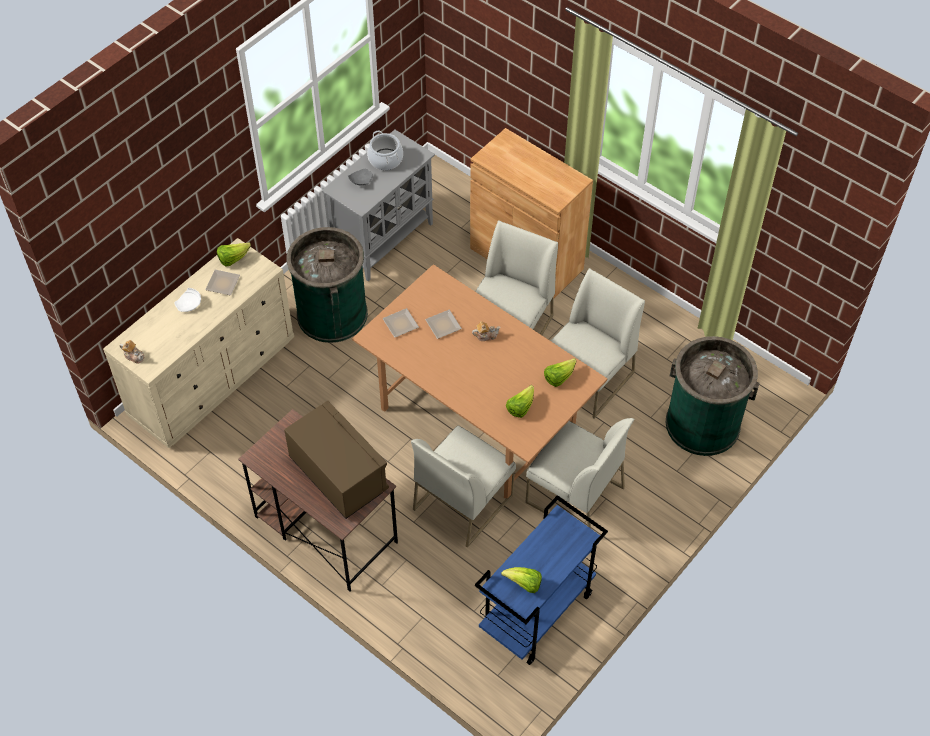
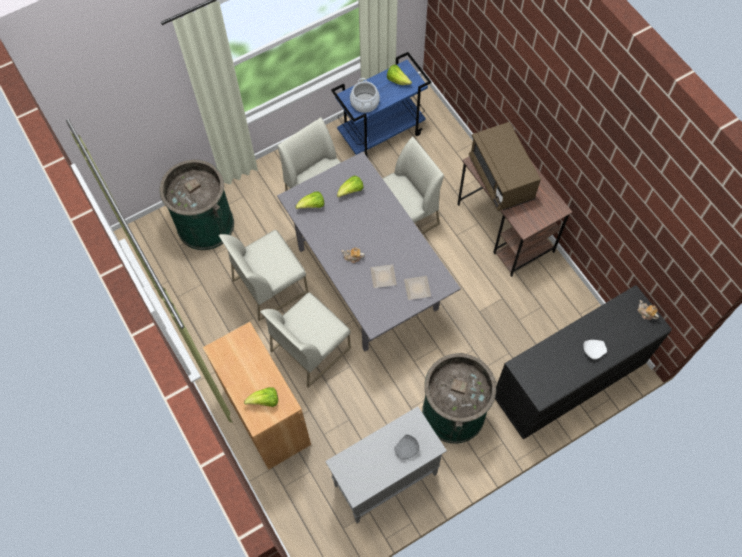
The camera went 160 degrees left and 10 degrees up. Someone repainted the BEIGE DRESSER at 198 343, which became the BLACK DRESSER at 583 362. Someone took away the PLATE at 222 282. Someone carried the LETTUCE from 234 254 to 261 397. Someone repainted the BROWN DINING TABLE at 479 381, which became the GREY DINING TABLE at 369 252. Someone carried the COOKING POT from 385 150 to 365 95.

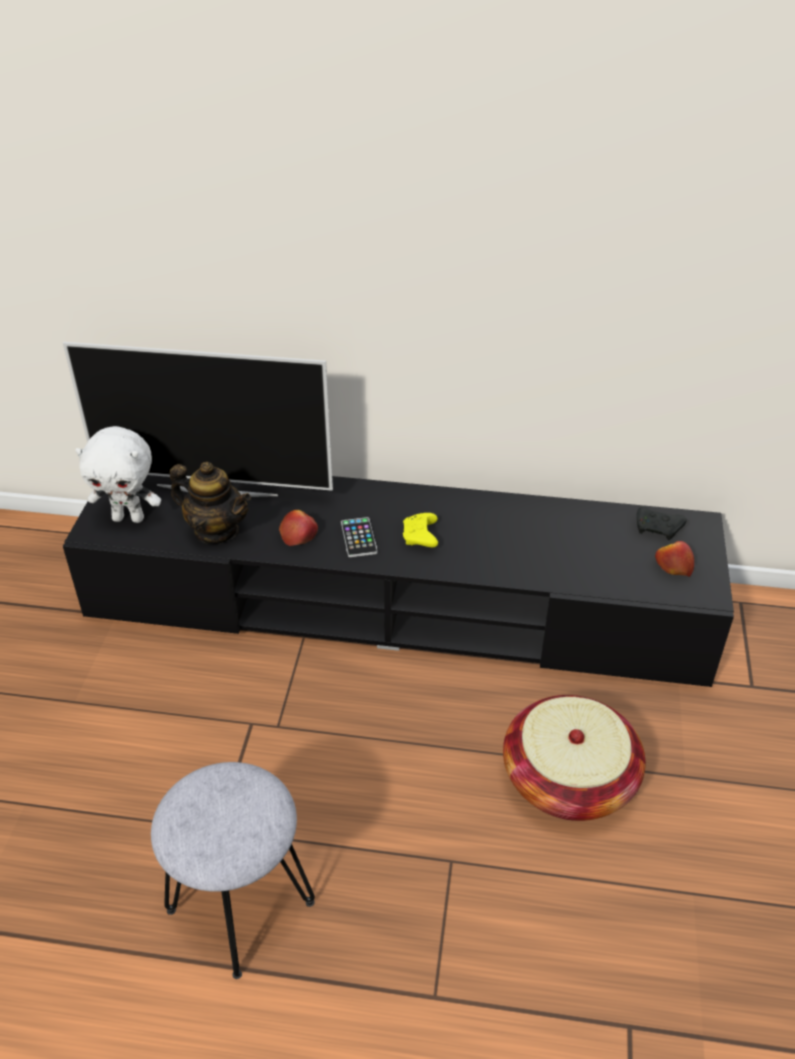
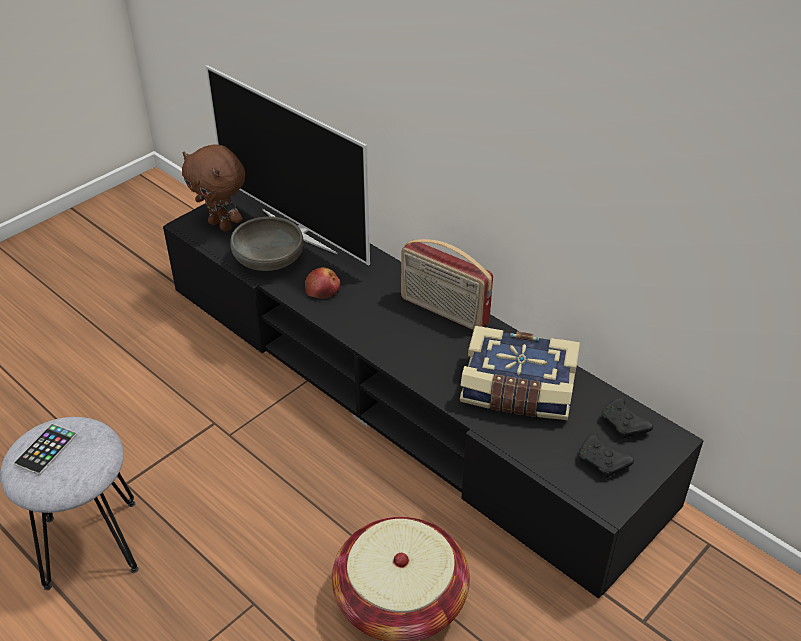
The camera went 35 degrees right and 0 degrees up. Someone repainted the WHITE PLUSH TOY at 118 474, which became the BROWN PLUSH TOY at 213 188. Someone swapped the TEAPOT at 210 503 for the GREY BOWL at 266 244. Someone carried the PHONE from 359 537 to 45 449. Someone took away the YELLOW GAME CONTROLLER at 420 530. Someone swapped the APPLE at 674 559 for the BLACK GAME CONTROLLER at 606 456. Someone put down the RADIO at 447 284. Someone put down the BOOK at 520 373.

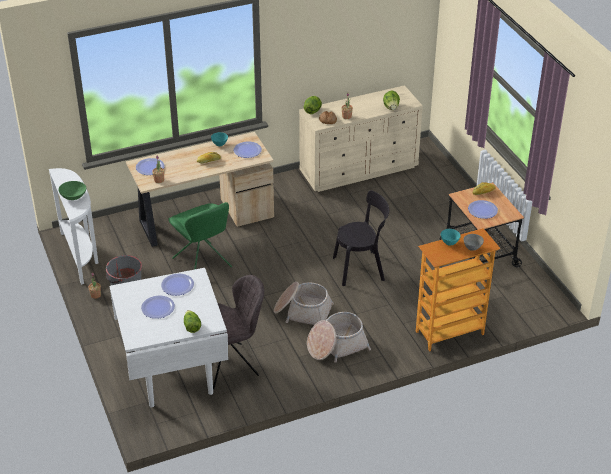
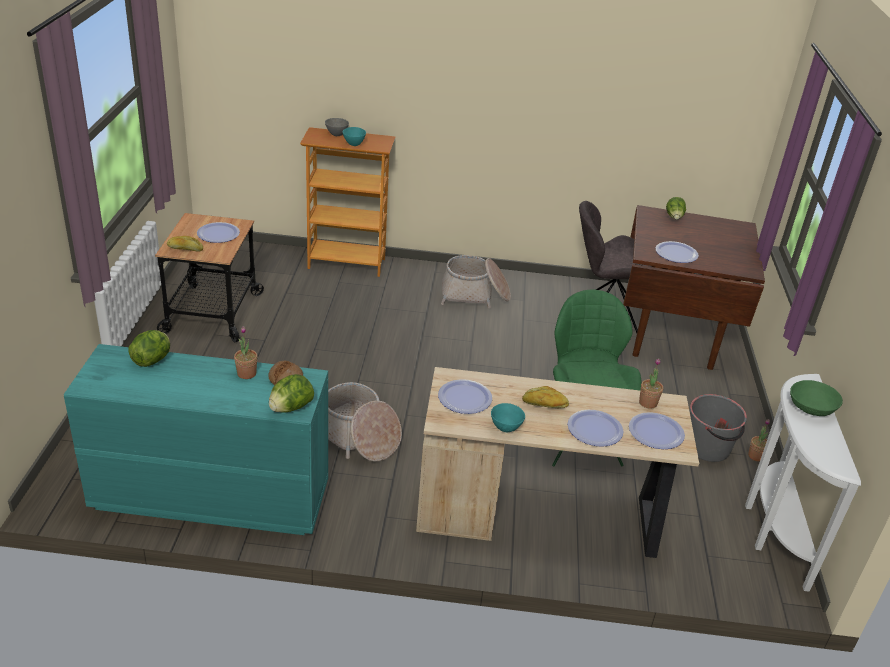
The camera went 155 degrees left and 5 degrees down. Someone repainted the WHITE DINING TABLE at 169 337, which became the BROWN DINING TABLE at 694 287. Someone carried the PLATE from 158 307 to 596 428. Someone carried the BASKET from 304 303 to 365 422. Someone repainted the BEIGE DRESSER at 361 138, which became the TURQUOISE DRESSER at 196 439. Someone took away the BLACK CHAIR at 361 238.

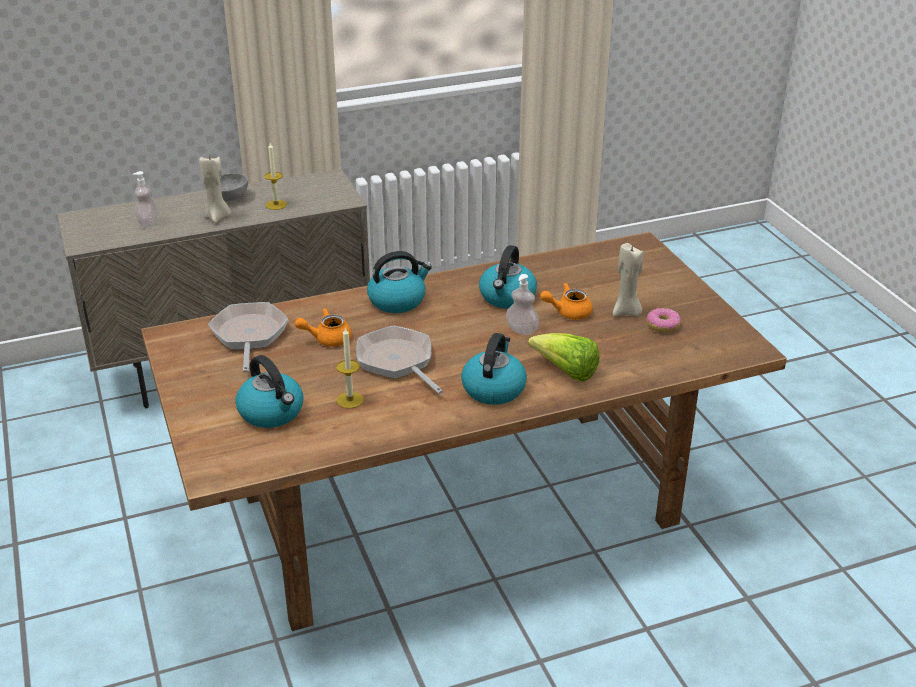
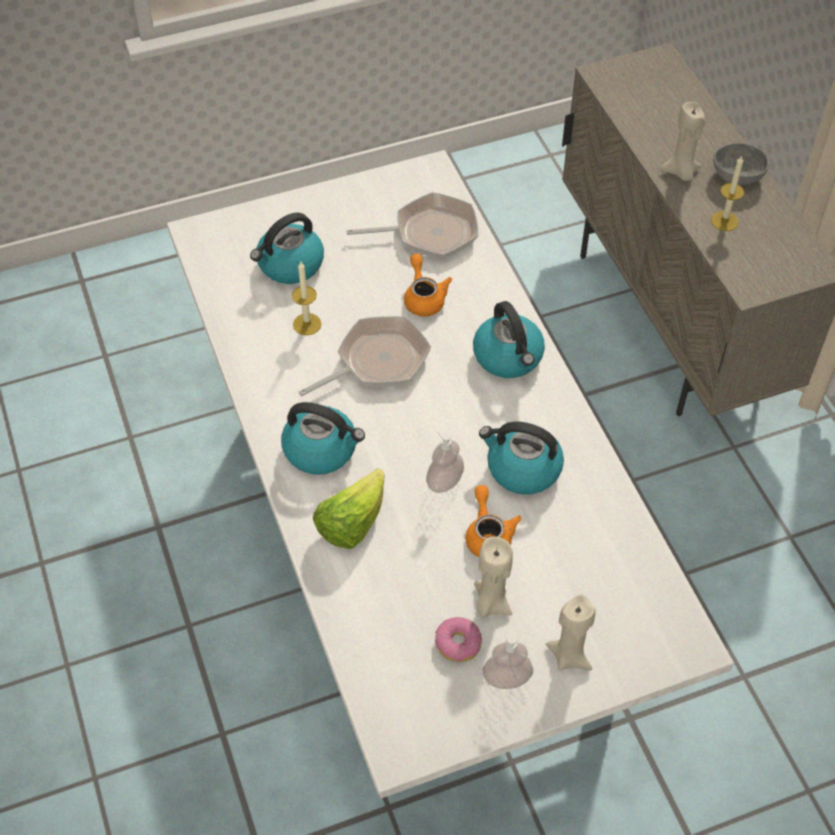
The camera went 90 degrees right and 20 degrees up. Someone carried the SOAP DISPENSER from 145 199 to 508 659. Someone repainted the BROWN DINING TABLE at 464 431, which became the WHITE DINING TABLE at 450 474. Someone put down the BEIGE CANDLE at 571 632.

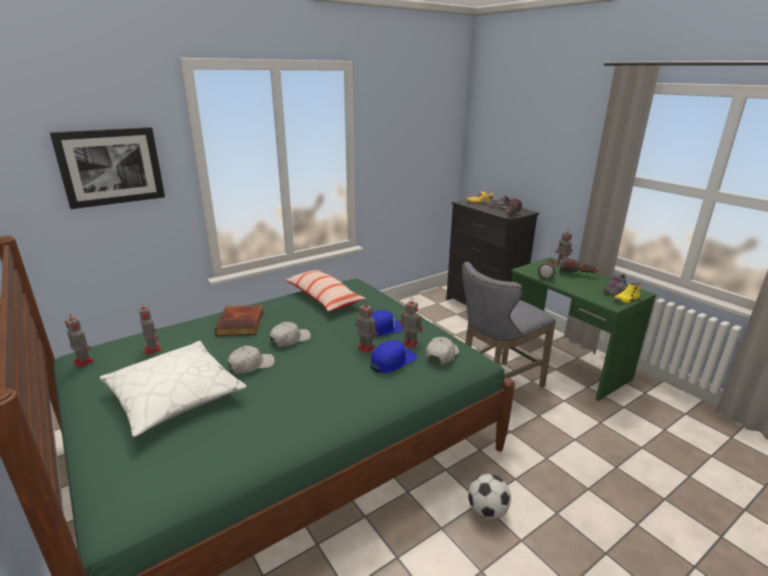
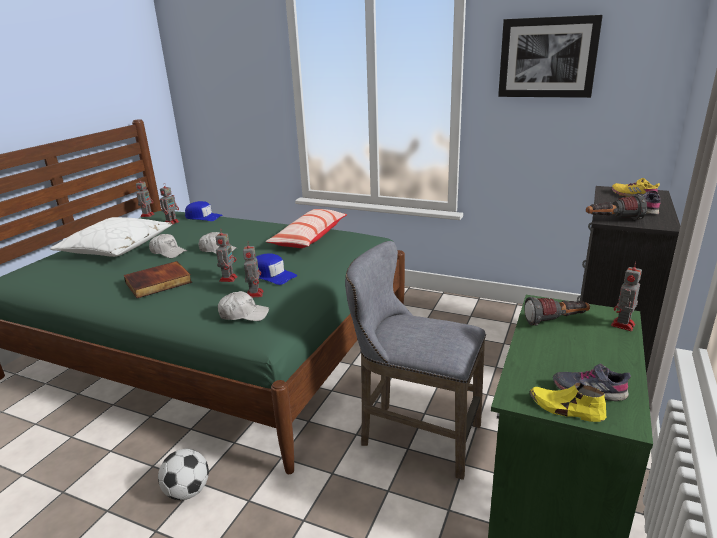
The camera went 60 degrees right and 0 degrees up. Someone carried the PICTURE from 107 168 to 550 56. Someone carried the BOOK from 239 320 to 158 279. Someone carried the BLUE CAP from 394 356 to 204 211. Someone took away the FLASHLIGHT at 579 264.

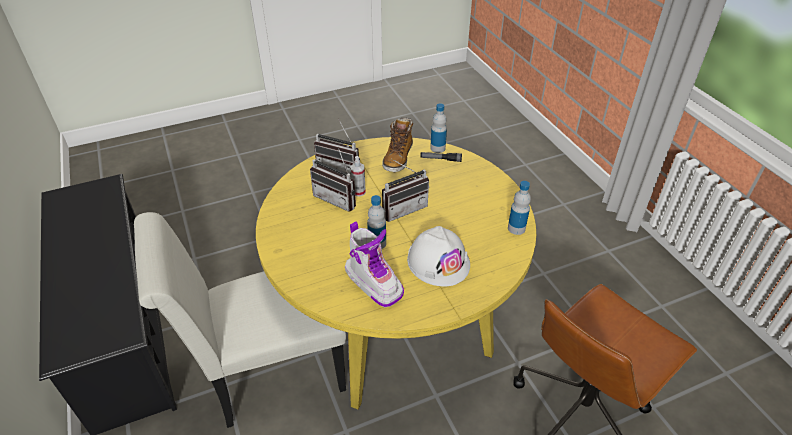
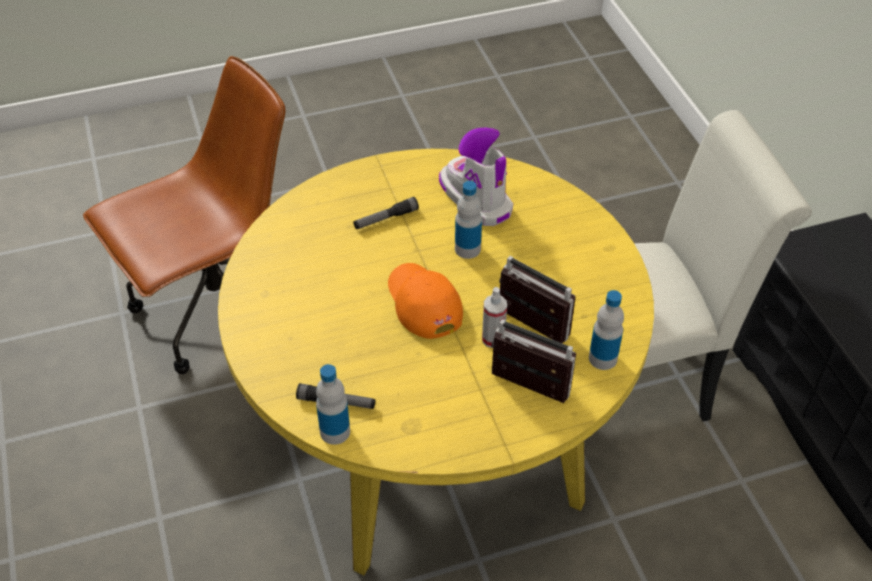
The camera went 175 degrees left and 5 degrees up. Someone took away the BOOT at 397 145. Someone swapped the RADIO at 405 190 for the ORANGE CAP at 425 301. Someone swapped the WHITE HARD HAT at 438 256 for the FLASHLIGHT at 386 213. Someone carried the BOTTLE from 519 208 to 606 330.

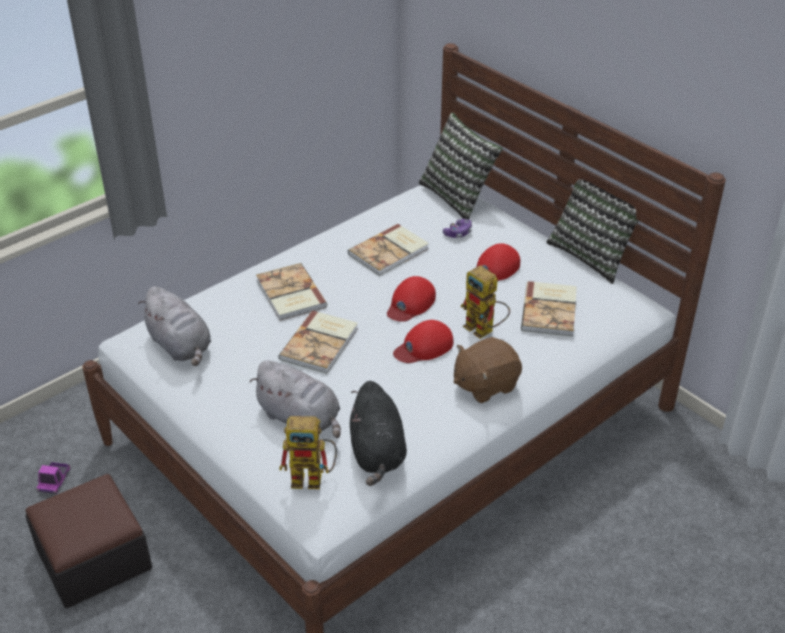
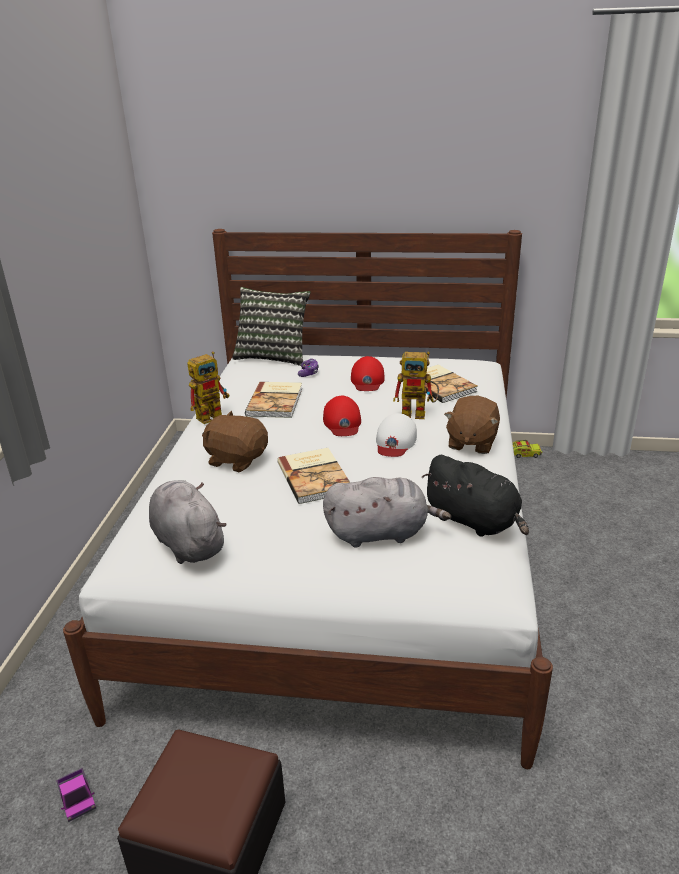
The camera went 40 degrees left and 10 degrees down. Someone rotated the GREY PLUSH TOY at 174 326 by 135 degrees counterclockwise. Someone swapped the BOOK at 292 292 for the BROWN PLUSH TOY at 235 442. Someone carried the TOY ROBOT from 308 452 to 208 388. Someone repainted the RED CAP at 423 341, which became the WHITE CAP at 396 435. Someone took away the PILLOW at 592 225. Someone put down the TOY TRUCK at 527 449.

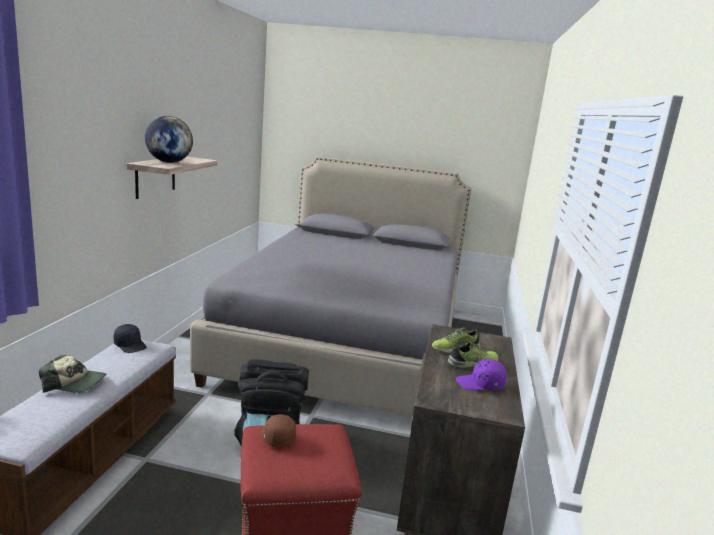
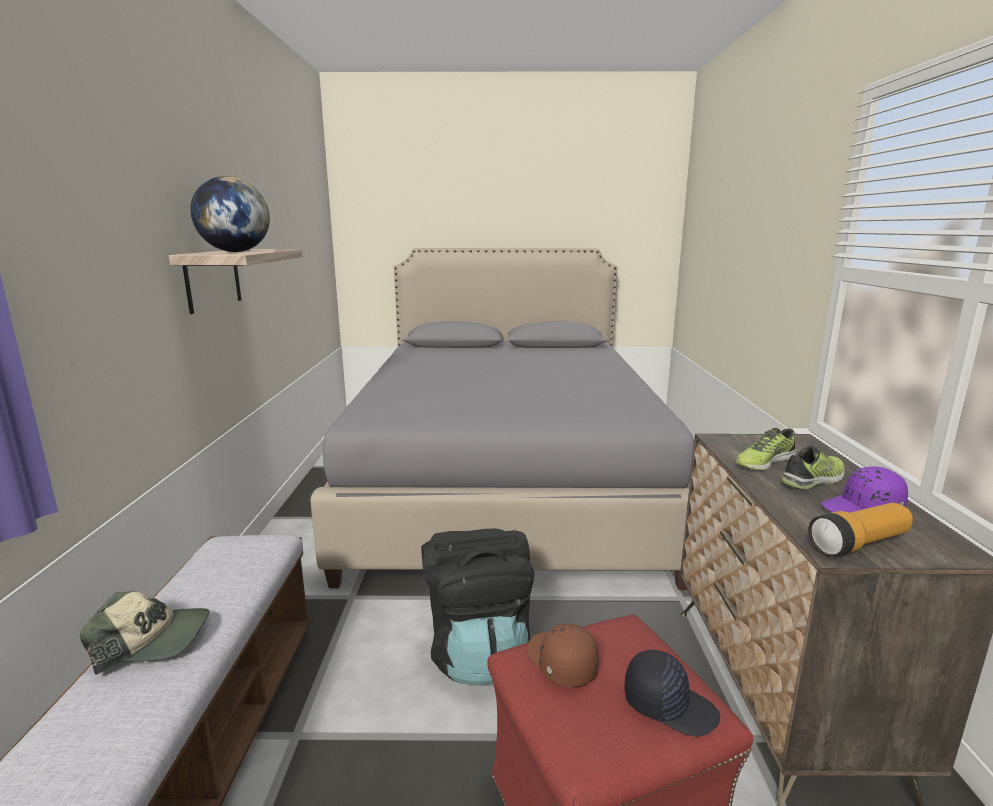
The camera went 10 degrees left and 0 degrees up. Someone carried the BLACK CAP from 130 338 to 672 693. Someone put down the FLASHLIGHT at 860 530.

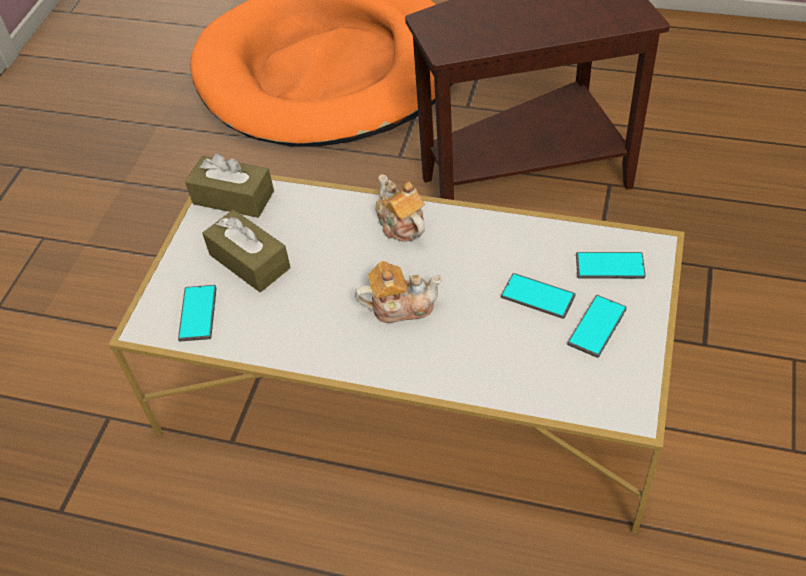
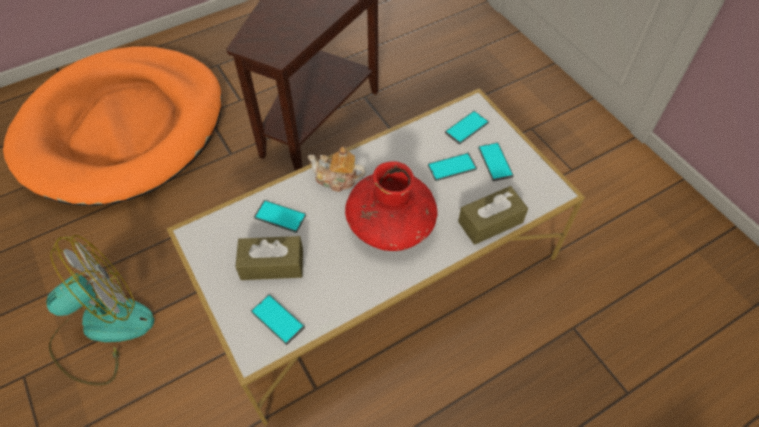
The camera went 50 degrees left and 5 degrees up. Someone carried the BROWN TISSUE BOX from 229 185 to 493 215. Someone swapped the TEAPOT at 398 292 for the RED VASE at 391 206. Someone put down the FAN at 100 310. Someone put down the PHONE at 280 216.

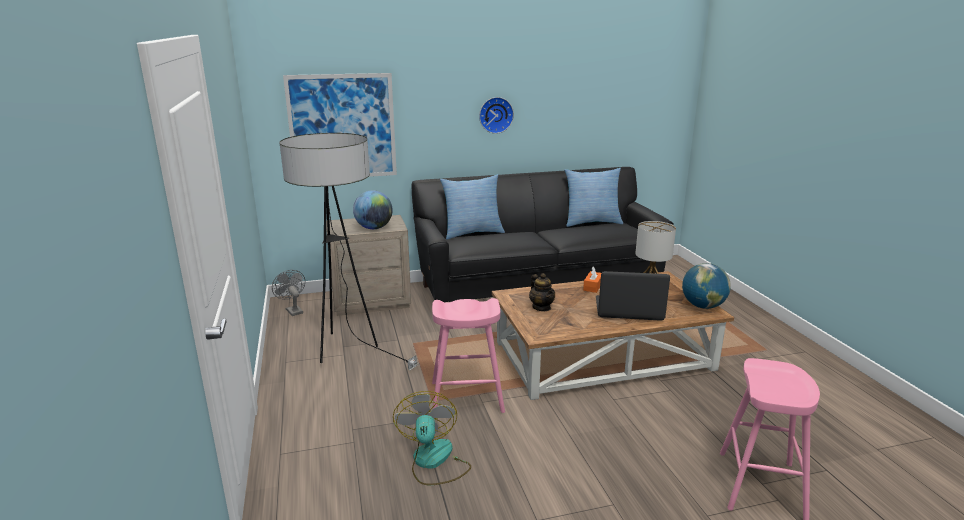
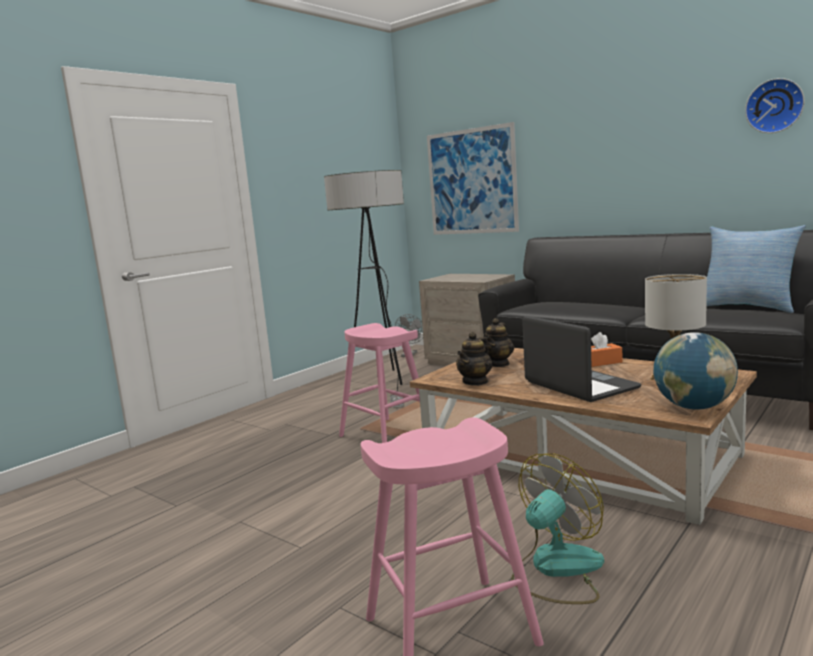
The camera went 55 degrees right and 10 degrees down. Someone took away the GLOBE at 373 209. Someone carried the FAN from 432 438 to 557 528. Someone took away the PILLOW at 472 207. Someone carried the WALL CLOCK from 496 115 to 775 105. Someone put down the TEAPOT at 474 359.

